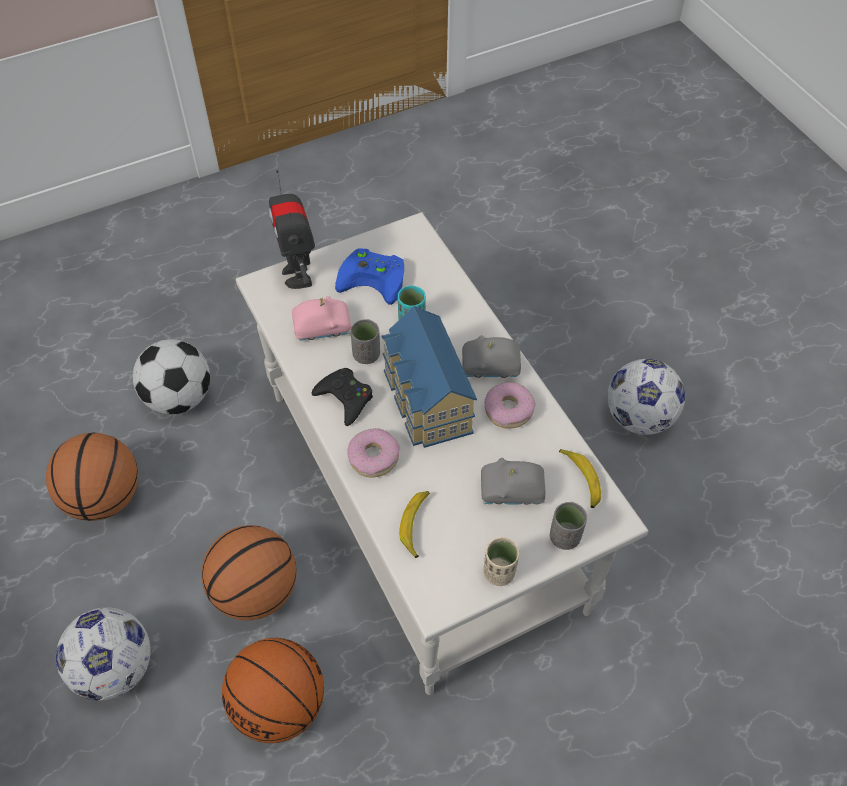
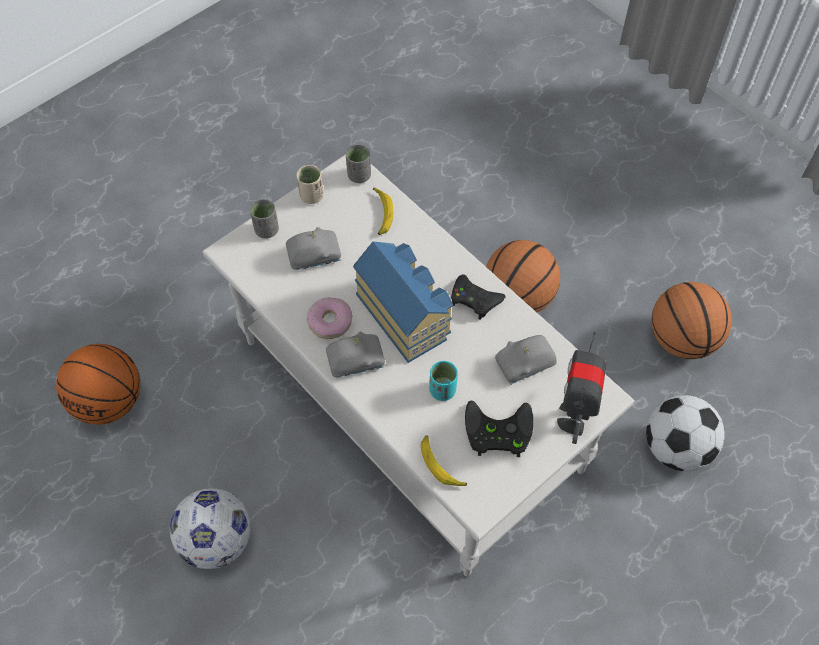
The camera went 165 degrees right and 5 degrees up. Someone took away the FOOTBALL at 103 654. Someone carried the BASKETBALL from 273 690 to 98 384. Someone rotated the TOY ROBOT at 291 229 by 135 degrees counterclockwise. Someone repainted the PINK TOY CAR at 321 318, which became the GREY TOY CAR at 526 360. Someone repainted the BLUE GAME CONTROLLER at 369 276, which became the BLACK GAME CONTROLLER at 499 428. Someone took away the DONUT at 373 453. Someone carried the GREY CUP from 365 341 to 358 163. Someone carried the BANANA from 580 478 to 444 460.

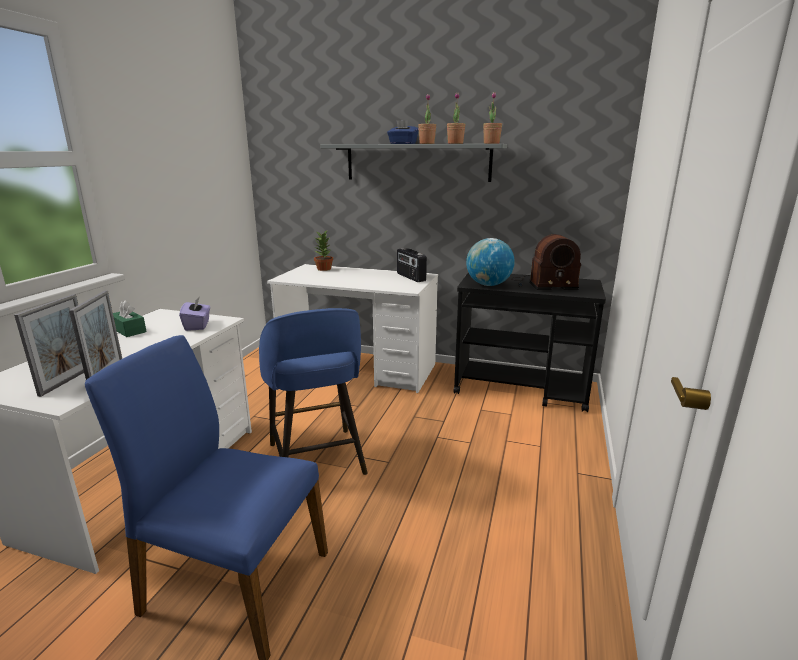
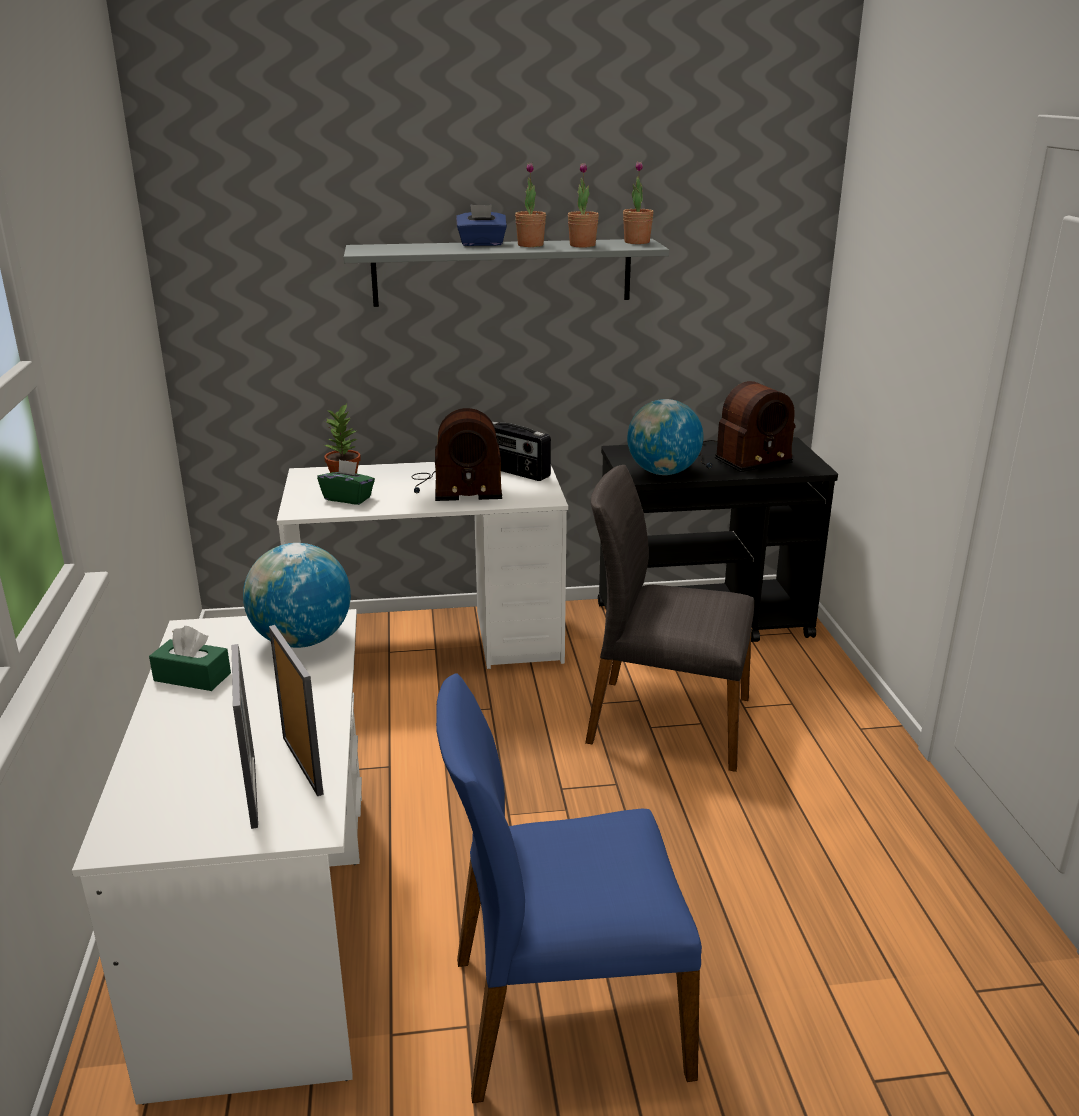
The camera went 25 degrees left and 5 degrees up. Someone swapped the PURPLE TISSUE BOX at 194 313 for the GLOBE at 297 595. Someone took away the BLUE STOOL at 313 391. Someone put down the GREEN TISSUE BOX at 346 482. Someone put down the RADIO at 457 454. Someone put down the GREY CHAIR at 669 618.

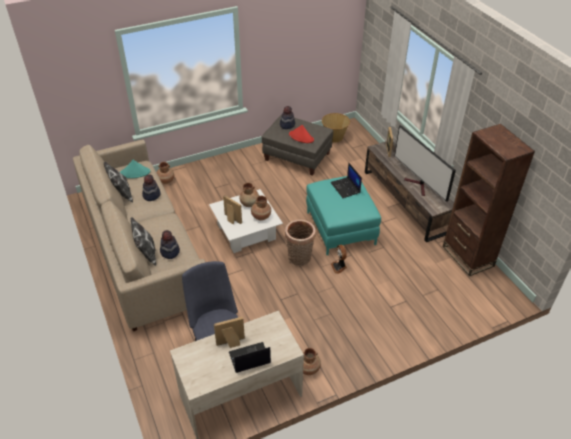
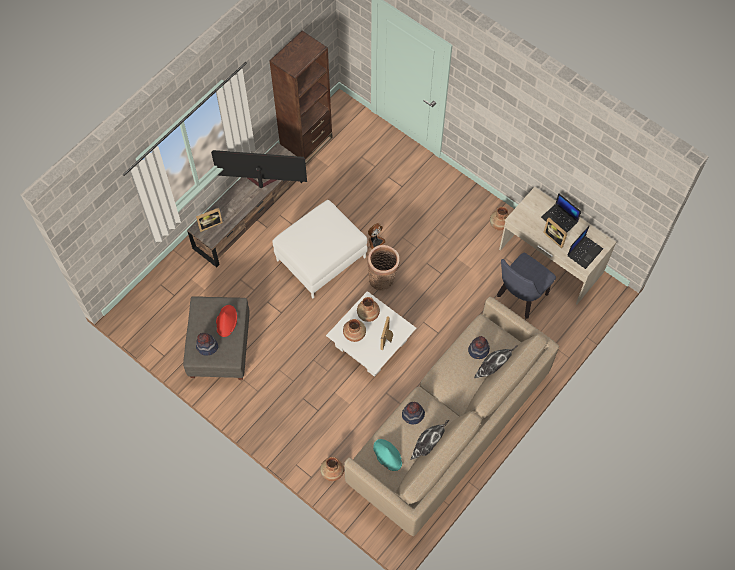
The camera went 115 degrees left and 20 degrees up. Someone repainted the TURQUOISE OTTOMAN at 343 215, which became the WHITE OTTOMAN at 320 249. Someone took away the BASKET at 336 128. Someone carried the LAPTOP from 346 180 to 585 247. Someone rotated the TELEVISION at 425 163 by 120 degrees counterclockwise.

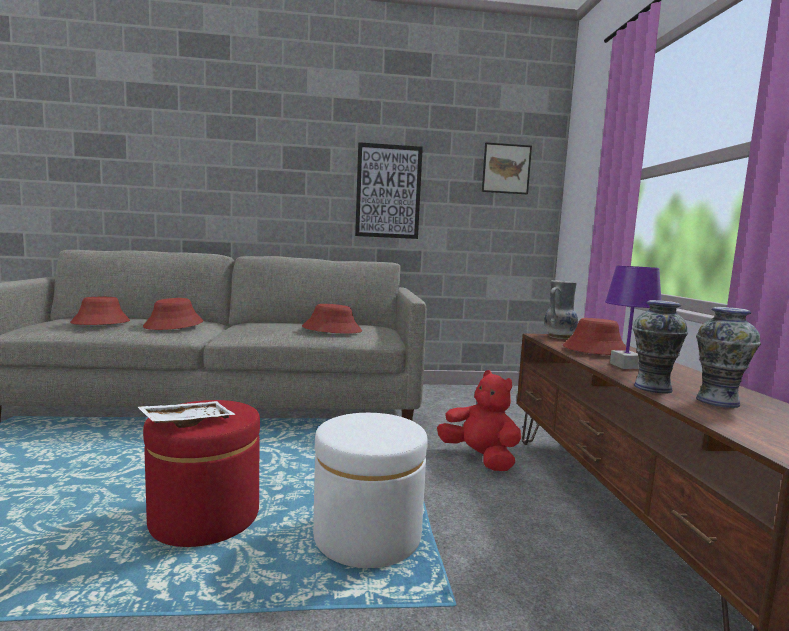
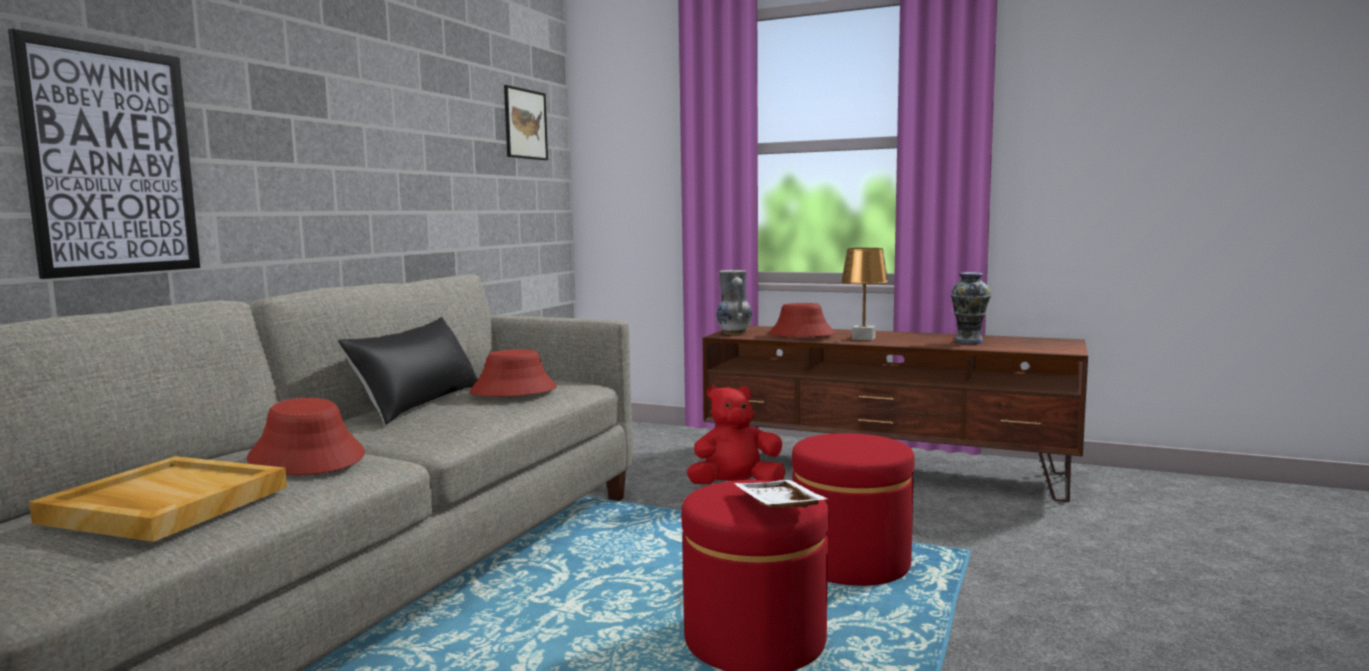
The camera went 60 degrees left and 0 degrees up. Someone swapped the RED HAT at 100 311 for the BEIGE TRAY at 158 499. Someone repainted the WHITE OTTOMAN at 370 490, which became the RED OTTOMAN at 853 509. Someone carried the PICTURE from 389 190 to 104 153. Someone repainted the PURPLE TABLE LAMP at 633 317, which became the BROWN TABLE LAMP at 864 294. Someone took away the VASE at 660 346. Someone put down the BLACK PILLOW at 408 371.

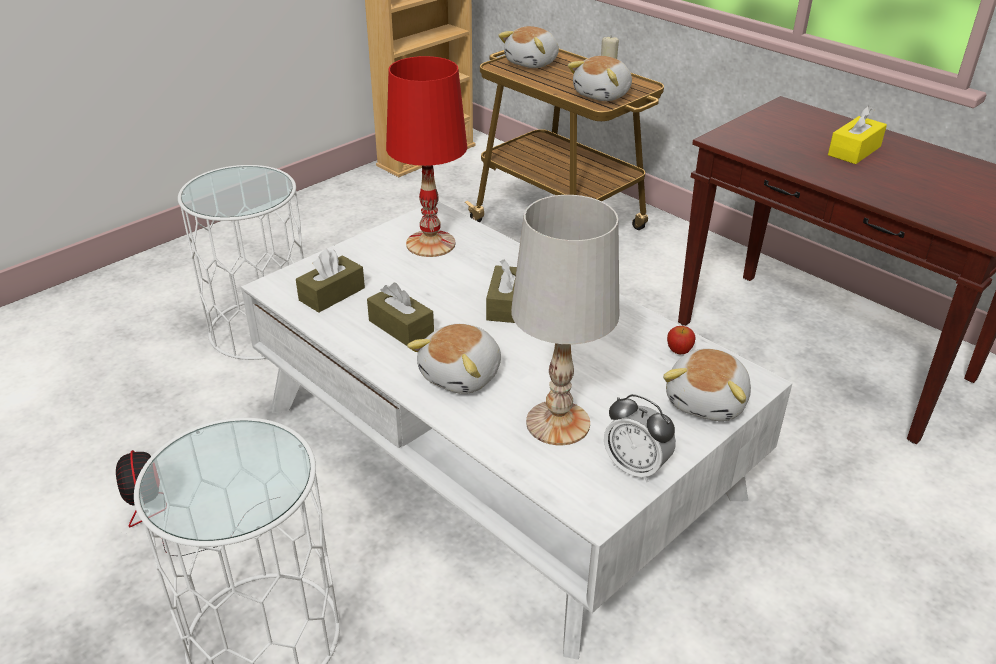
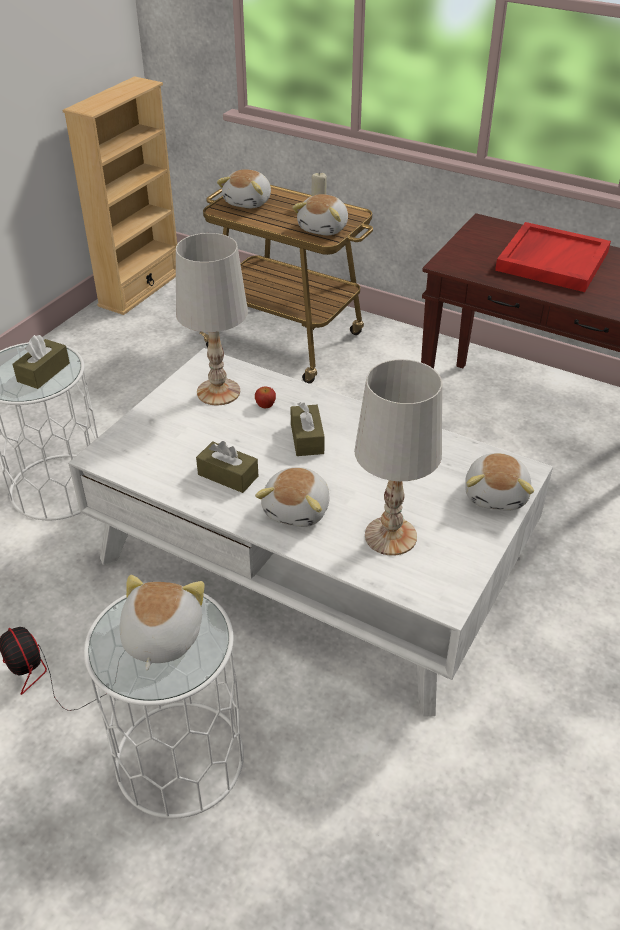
The camera went 15 degrees left and 5 degrees up. Someone carried the BROWN TISSUE BOX from 330 281 to 41 362. Someone repainted the RED TABLE LAMP at 426 156, which became the WHITE TABLE LAMP at 212 319. Someone took away the ALARM CLOCK at 640 438. Someone carried the APPLE from 681 340 to 265 397. Someone swapped the YELLOW TISSUE BOX at 857 135 for the RED TRAY at 553 257. Someone put down the PLUSH TOY at 162 622.

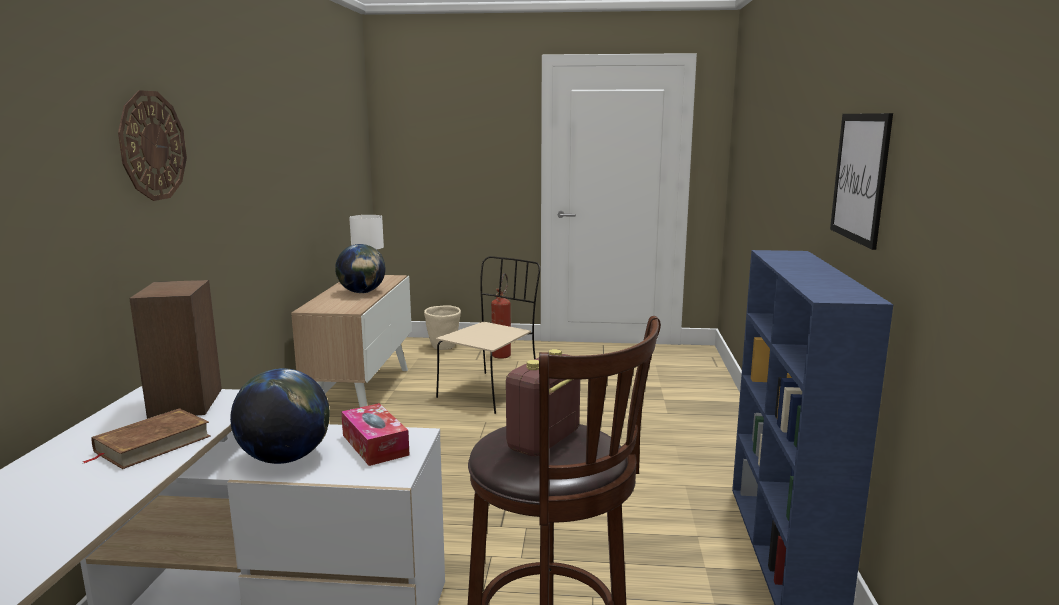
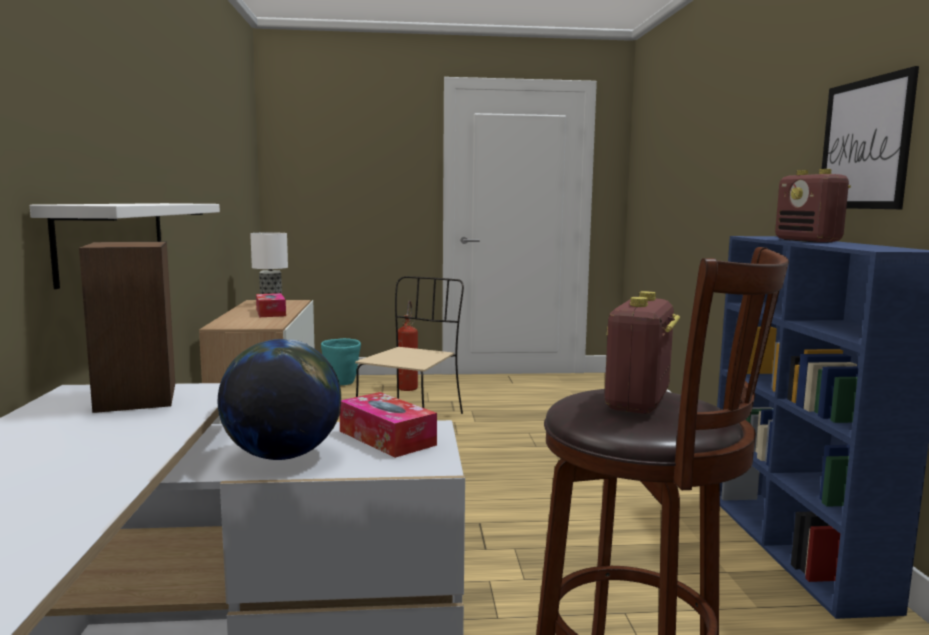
The camera went 10 degrees left and 5 degrees down. Someone took away the BROWN BOOK at 147 438. Someone took away the WALL CLOCK at 152 145. Someone swapped the GLOBE at 360 268 for the TISSUE BOX at 271 305. Someone repainted the BEIGE PLANTER at 442 327, which became the TURQUOISE PLANTER at 341 361. Someone put up the WHITE SHELF at 125 246. Someone put down the RADIO at 813 206.

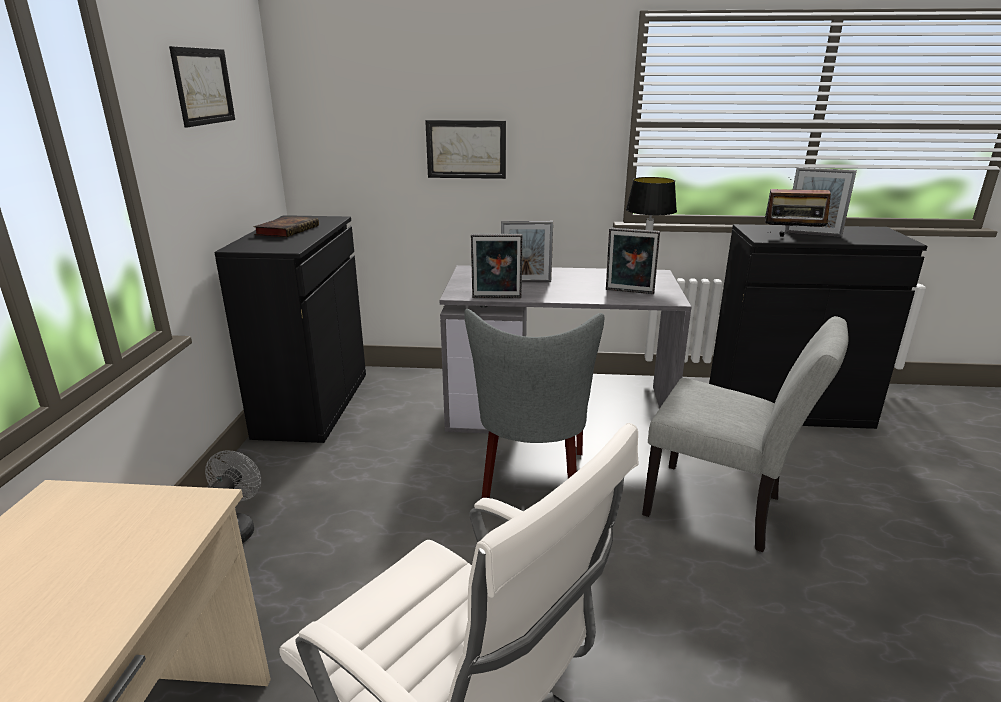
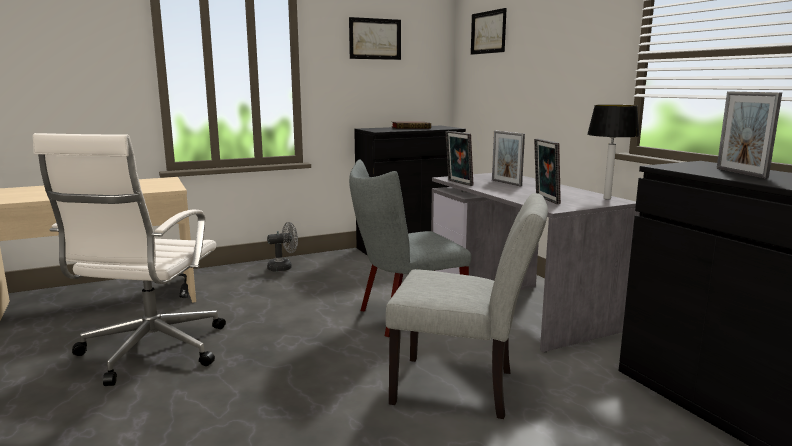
The camera went 60 degrees right and 10 degrees down. Someone carried the PICTURE from 465 149 to 489 31. Someone rotated the GREY CHAIR at 745 434 by 75 degrees counterclockwise. Someone took away the RADIO at 798 207.

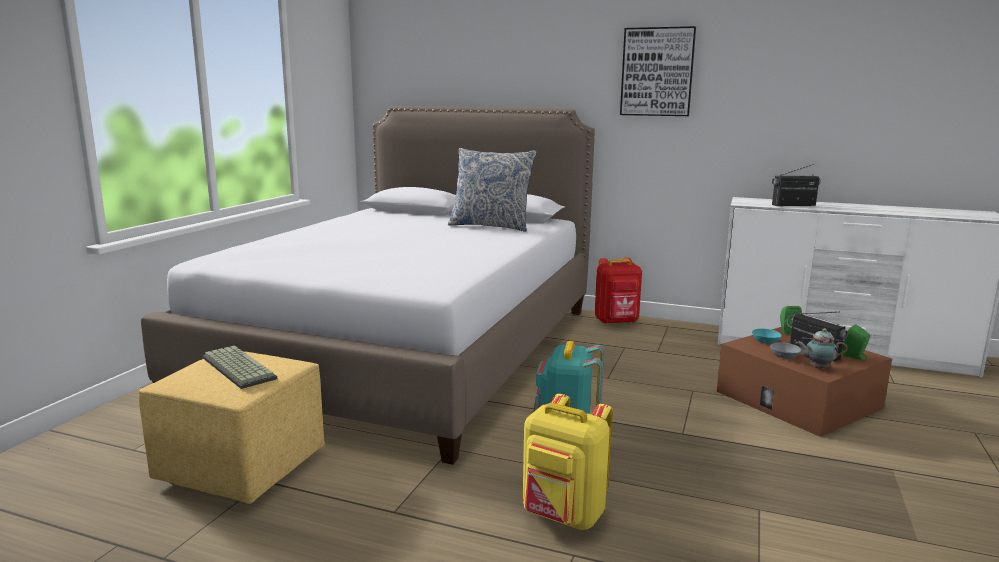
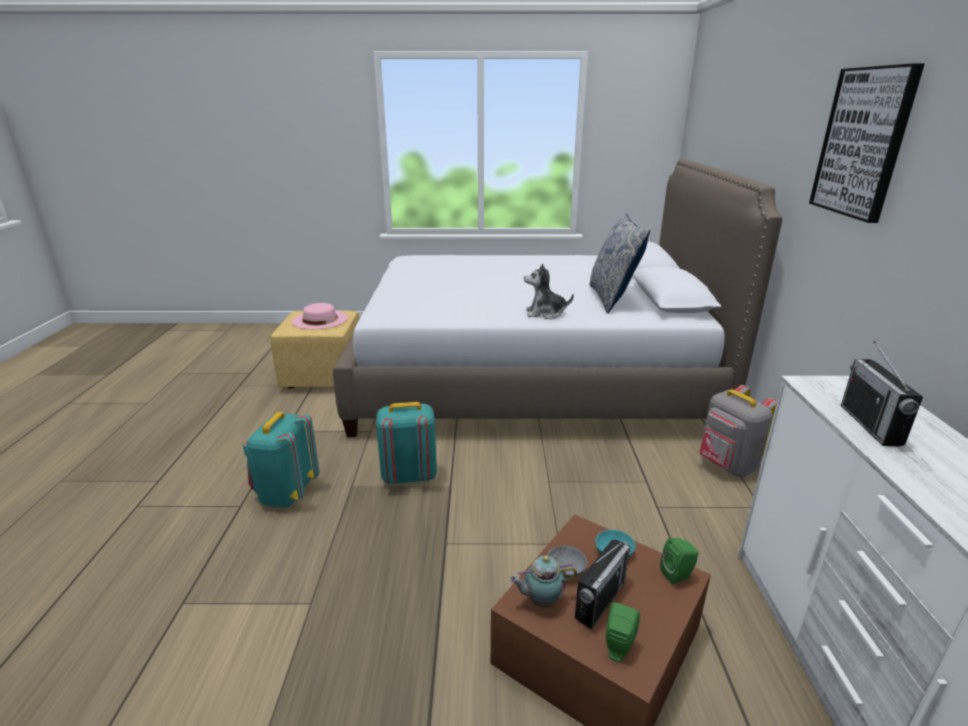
The camera went 70 degrees right and 10 degrees up. Someone swapped the KEYBOARD at 240 367 for the PINK HAT at 320 316. Someone repainted the YELLOW BACKPACK at 568 462, which became the TURQUOISE BACKPACK at 281 460. Someone repainted the RED BACKPACK at 618 290, which became the GREY BACKPACK at 738 431. Someone rotated the RADIO at 796 185 by 150 degrees counterclockwise. Someone rotated the TEAPOT at 821 348 by 90 degrees counterclockwise. Someone put down the PLUSH TOY at 549 291.

